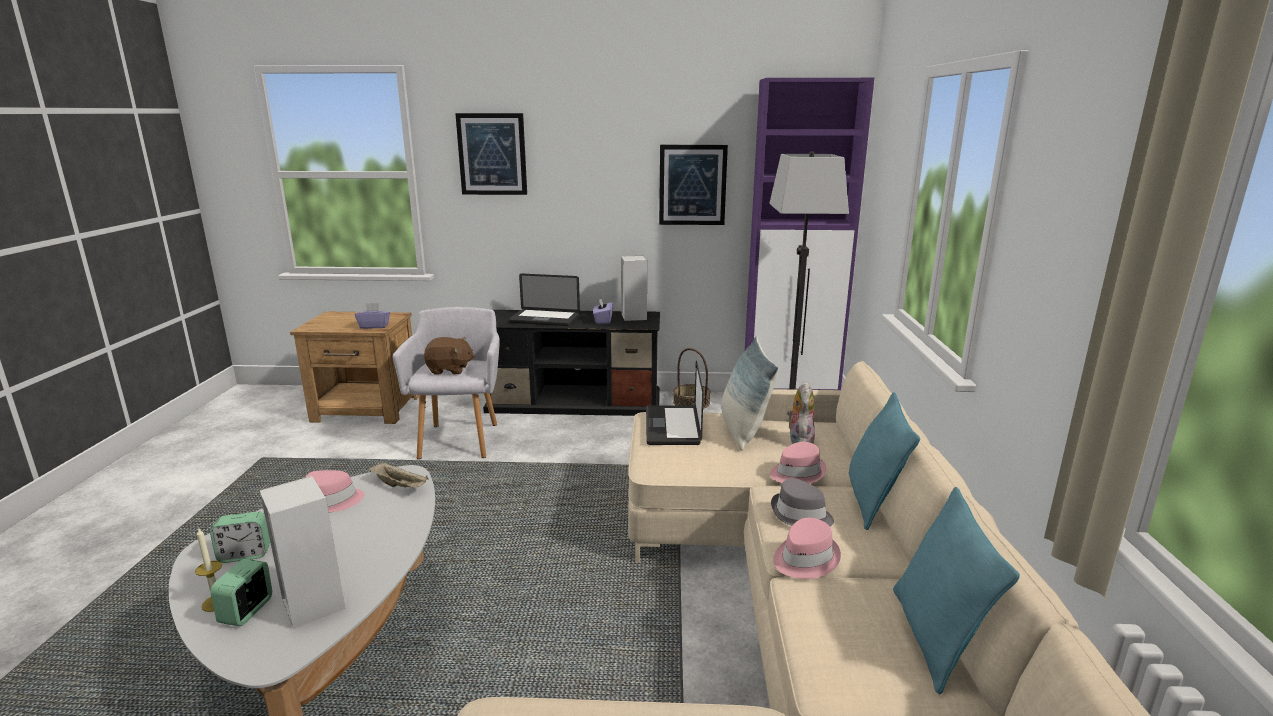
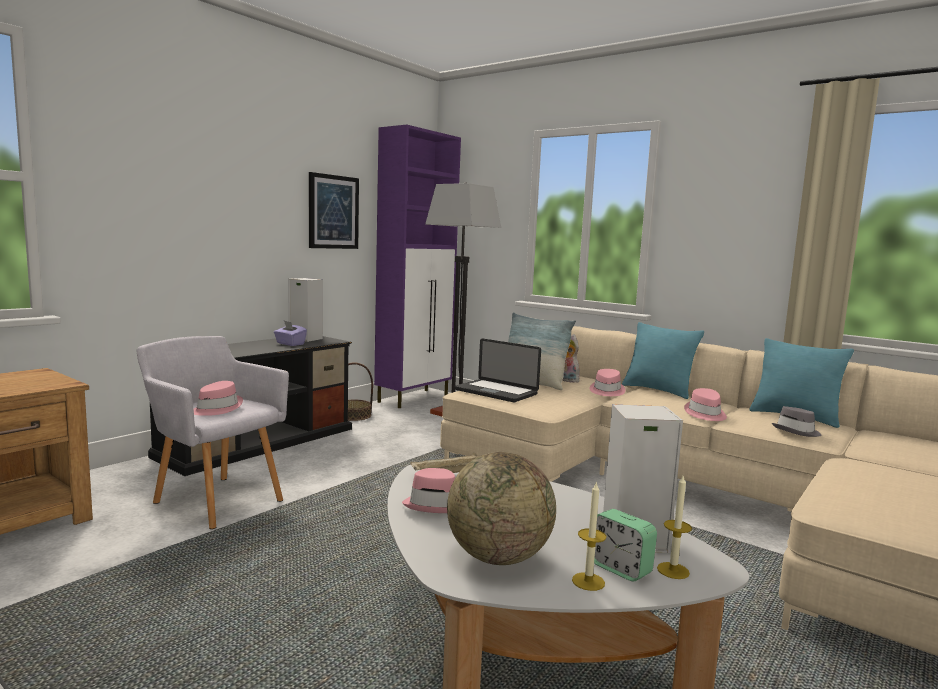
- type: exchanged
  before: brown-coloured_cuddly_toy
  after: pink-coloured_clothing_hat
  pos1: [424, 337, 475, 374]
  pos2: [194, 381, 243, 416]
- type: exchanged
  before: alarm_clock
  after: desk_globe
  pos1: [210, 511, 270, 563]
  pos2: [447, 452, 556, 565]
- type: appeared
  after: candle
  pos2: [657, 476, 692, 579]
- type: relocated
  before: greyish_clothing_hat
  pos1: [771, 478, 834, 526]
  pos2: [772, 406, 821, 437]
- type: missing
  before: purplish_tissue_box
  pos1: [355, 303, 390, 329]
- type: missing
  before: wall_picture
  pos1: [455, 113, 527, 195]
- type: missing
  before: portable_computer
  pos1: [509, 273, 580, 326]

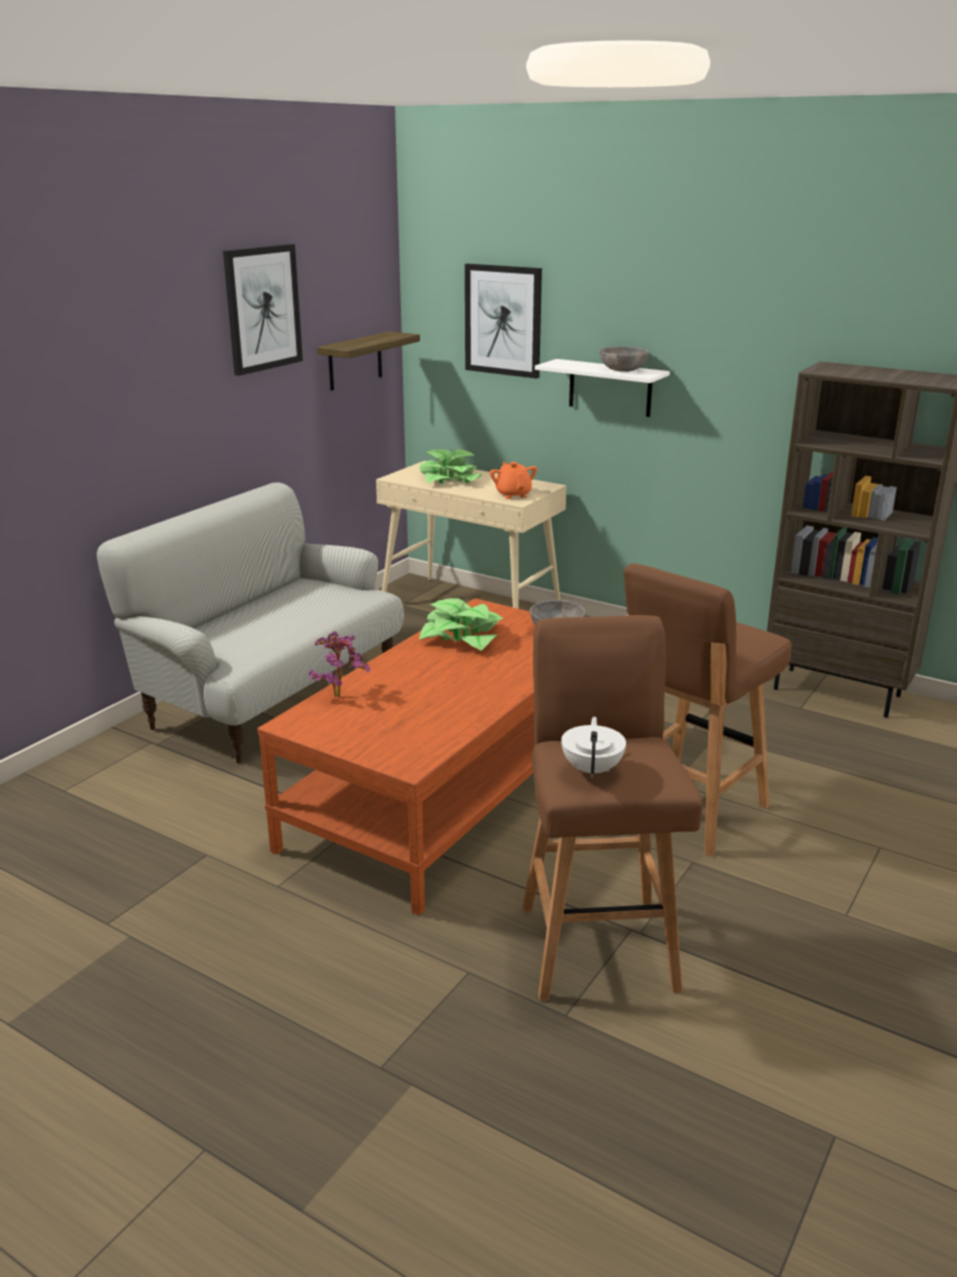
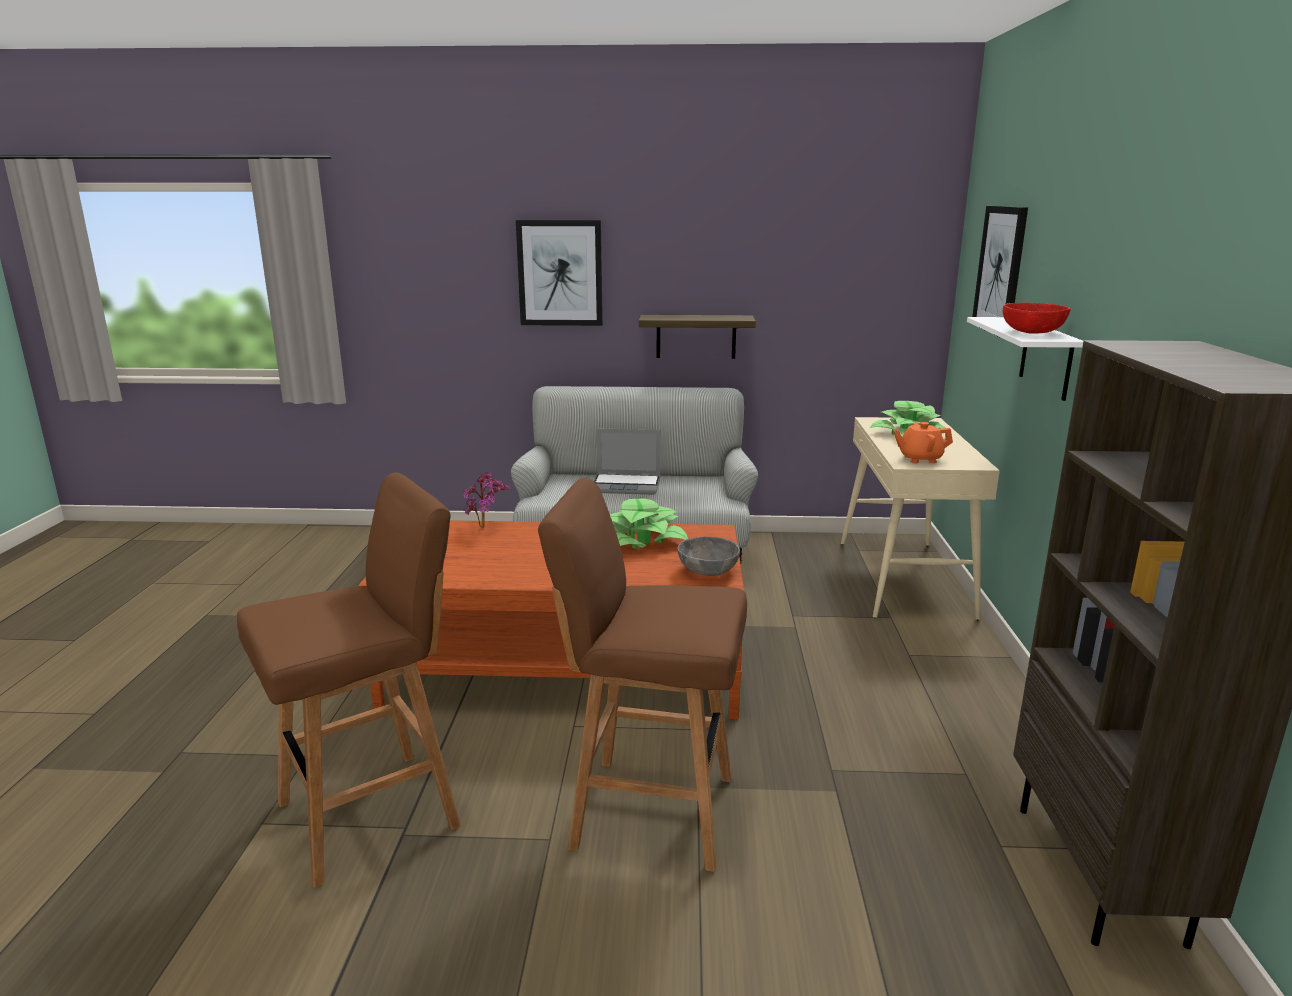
- type: relocated
  before: wall_picture
  pos1: [223, 244, 303, 376]
  pos2: [516, 220, 603, 326]
- type: appeared
  after: portable_computer
  pos2: [594, 428, 661, 495]
- type: relocated
  before: bracket_shelf
  pos1: [317, 331, 420, 391]
  pos2: [639, 315, 756, 359]
- type: spun
  before: orange-coloured_teapot
  pos1: [490, 462, 537, 499]
  pos2: [893, 422, 953, 463]
  turn: -135
- type: colour
  before: greyish_bowl
  after: reddish_bowl
  pos1: [599, 346, 648, 372]
  pos2: [1003, 303, 1071, 334]
- type: missing
  before: white-coloured_teapot
  pos1: [561, 717, 626, 778]

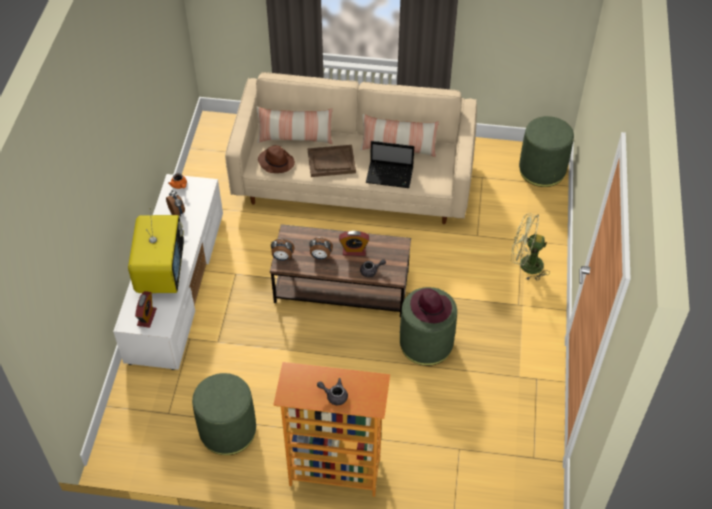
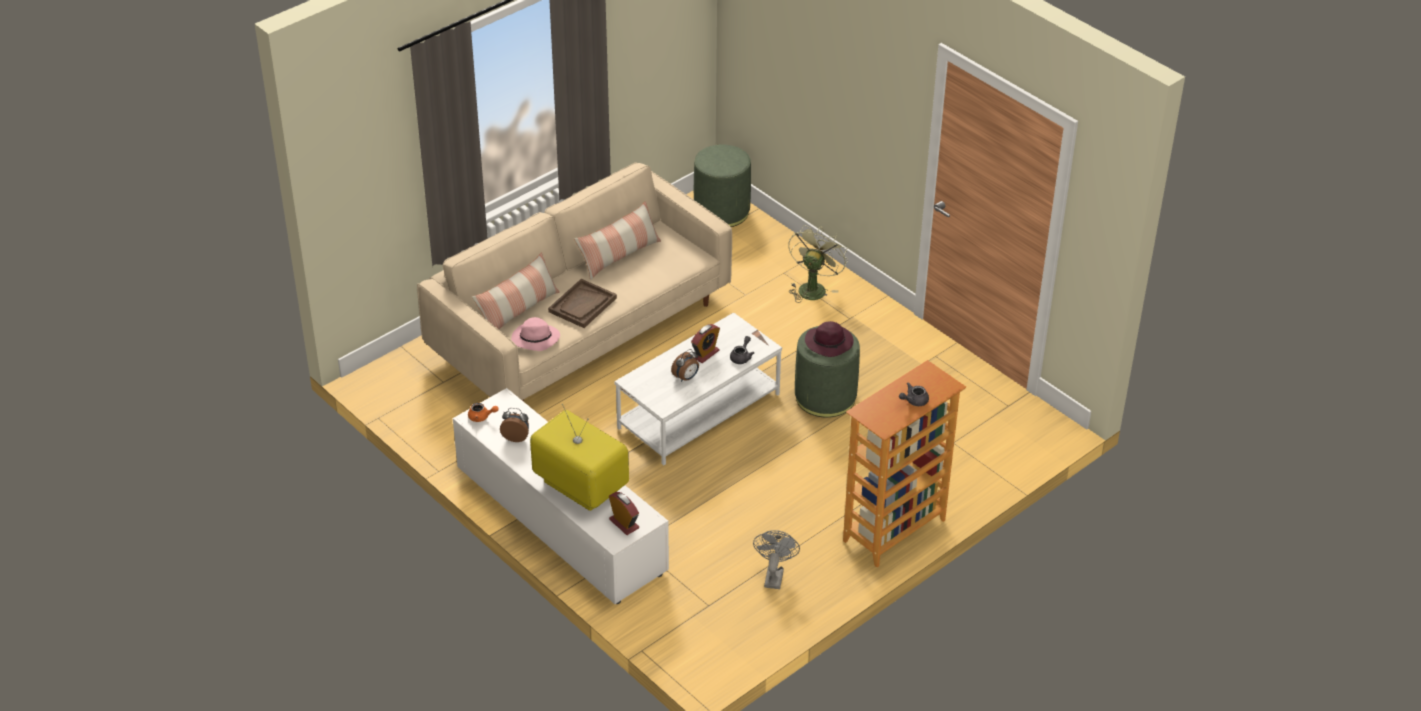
- type: colour
  before: brown-coloured_clothing_hat
  after: pink-coloured_clothing_hat
  pos1: [258, 145, 295, 173]
  pos2: [511, 317, 560, 351]
- type: colour
  before: brown-coloured_low_table
  after: white-coloured_low_table
  pos1: [270, 224, 411, 317]
  pos2: [615, 312, 782, 465]
- type: exchanged
  before: green_ottoman
  after: greyish_cooling_fan
  pos1: [192, 373, 256, 455]
  pos2: [753, 530, 800, 589]
- type: spun
  before: green_cooling_fan
  pos1: [511, 213, 550, 281]
  pos2: [788, 225, 848, 303]
  turn: 150
- type: missing
  before: alarm_clock
  pos1: [271, 239, 295, 261]
- type: missing
  before: portable_computer
  pos1: [366, 141, 414, 188]

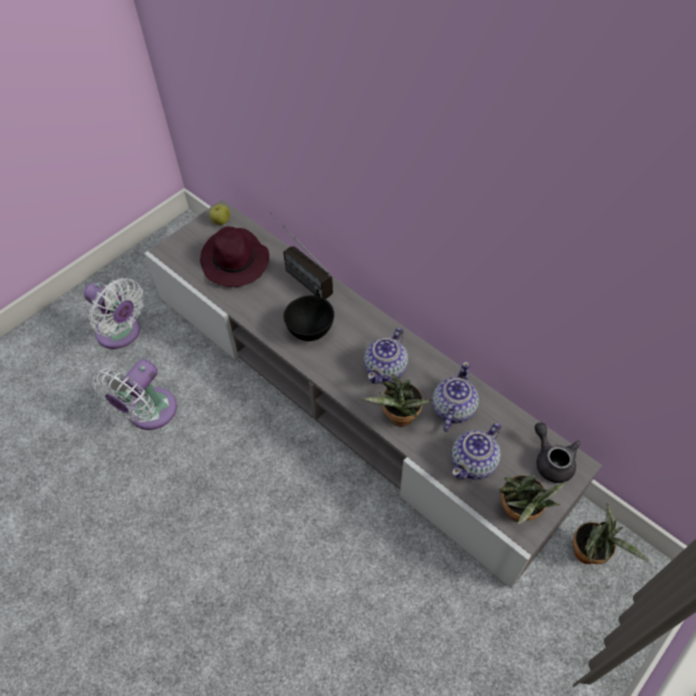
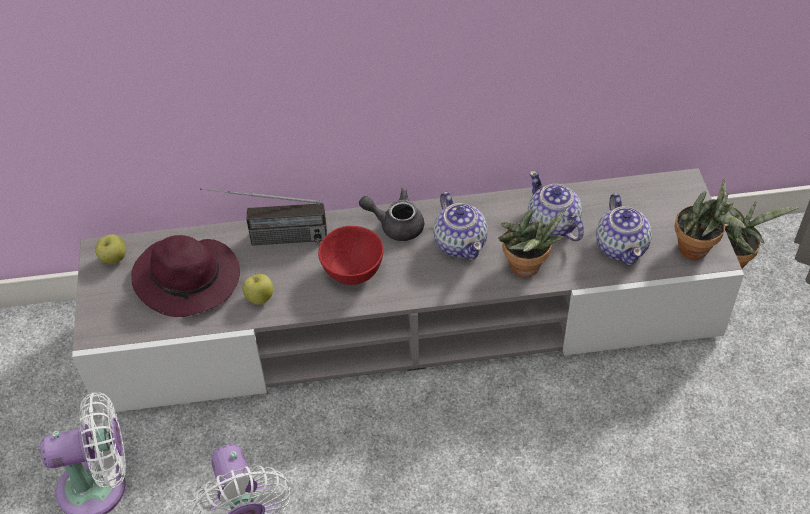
- type: appeared
  after: apple
  pos2: [242, 274, 273, 304]
- type: colour
  before: black_bowl
  after: reddish_bowl
  pos1: [283, 295, 334, 341]
  pos2: [318, 226, 384, 285]
- type: relocated
  before: greyish_teapot
  pos1: [535, 423, 581, 483]
  pos2: [359, 188, 424, 241]

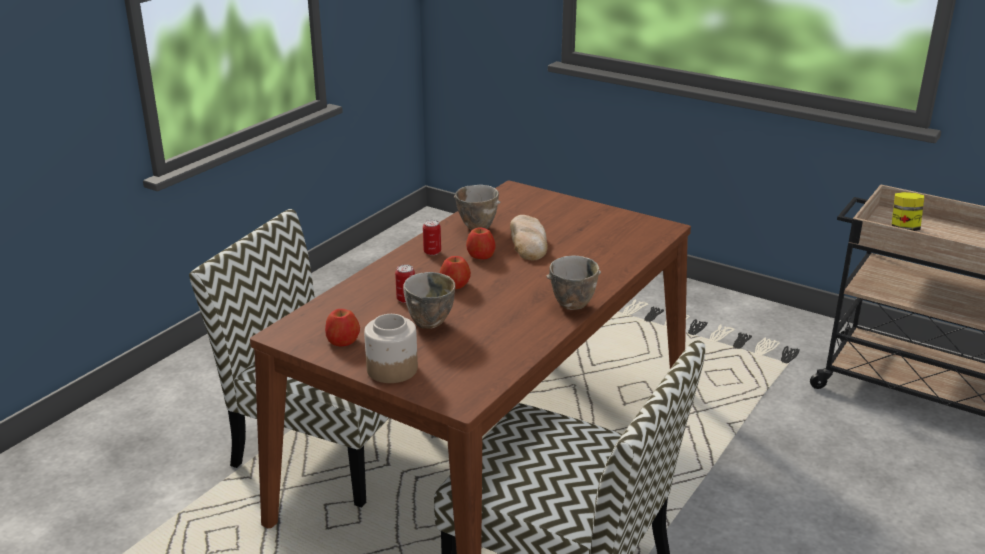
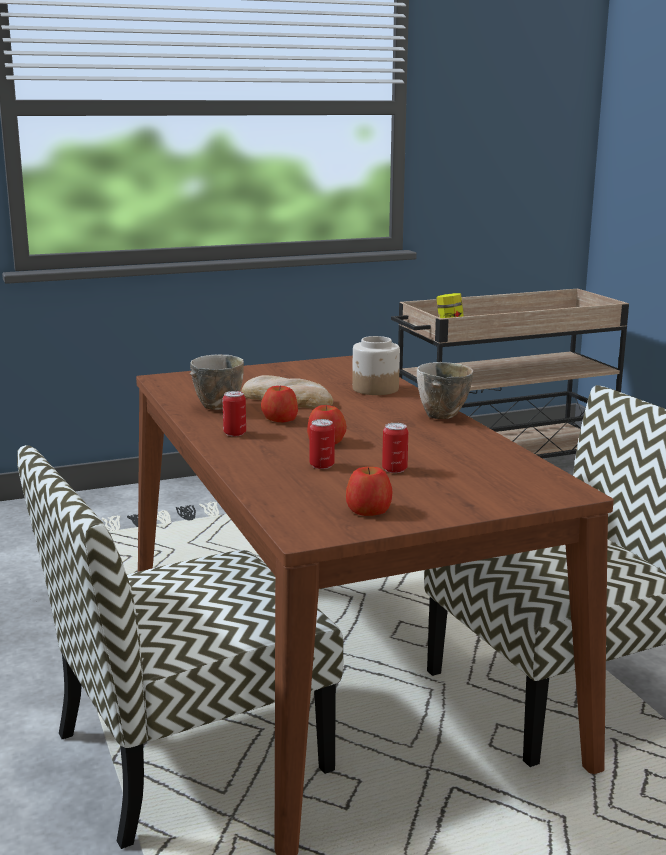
- type: relocated
  before: preserve_jar
  pos1: [364, 314, 418, 383]
  pos2: [352, 336, 400, 395]
- type: exchanged
  before: bowl
  after: can
  pos1: [403, 272, 455, 329]
  pos2: [382, 423, 408, 473]

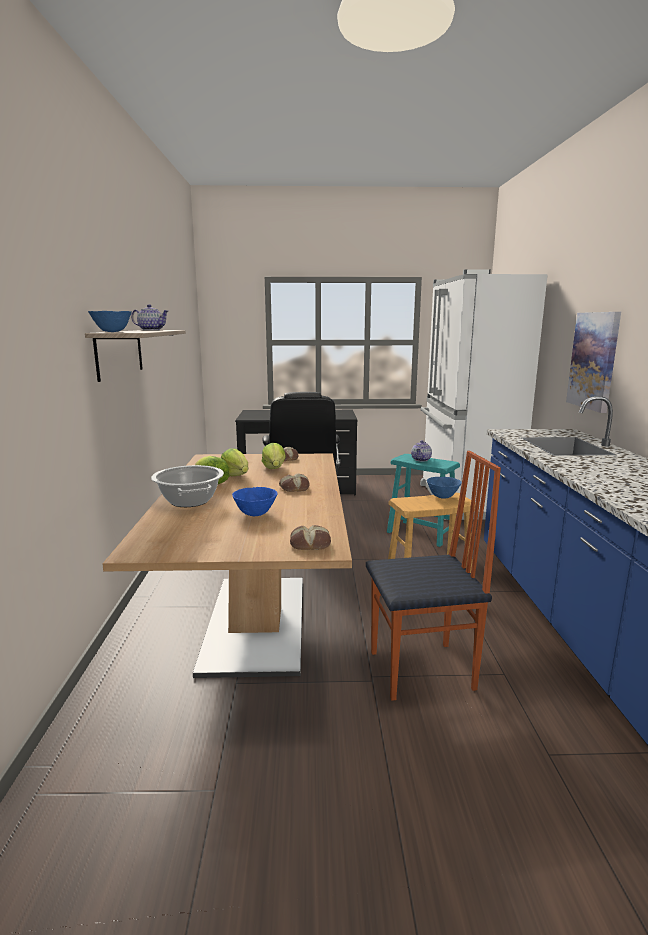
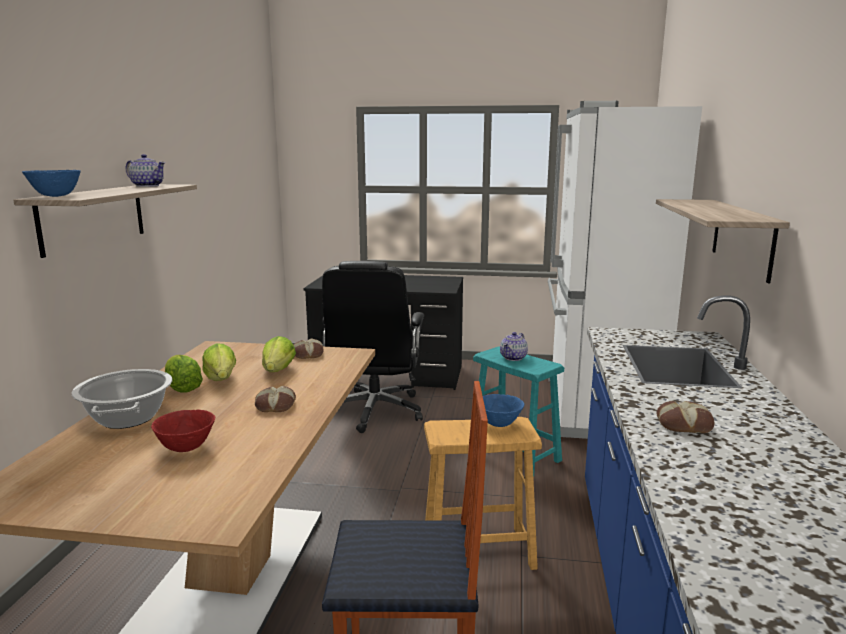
- type: colour
  before: blue_bowl
  after: reddish_bowl
  pos1: [232, 487, 277, 516]
  pos2: [151, 409, 215, 452]
- type: exchanged
  before: wall_picture
  after: bracket_shelf
  pos1: [566, 312, 621, 413]
  pos2: [656, 199, 790, 283]
- type: relocated
  before: bakery_bread
  pos1: [290, 525, 331, 550]
  pos2: [657, 401, 714, 433]

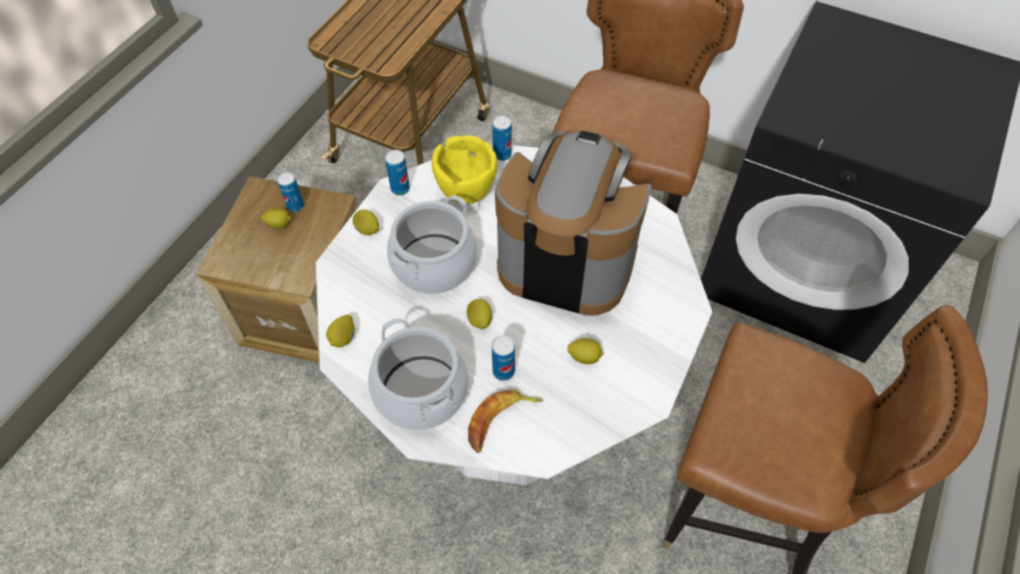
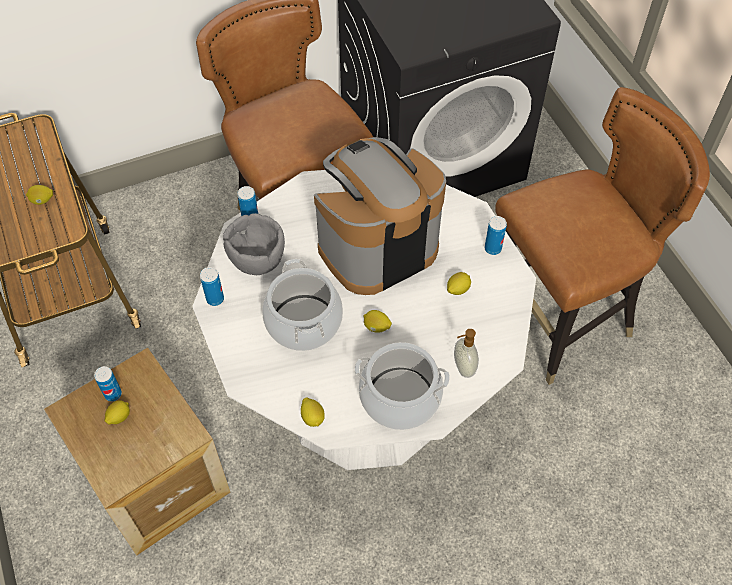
- type: relocated
  before: whole_lemon
  pos1: [353, 209, 379, 235]
  pos2: [26, 185, 53, 205]
- type: colour
  before: yellow_bowl
  after: greyish_bowl
  pos1: [432, 135, 497, 204]
  pos2: [223, 213, 285, 275]
- type: exchanged
  before: banana
  after: soap_bottle
  pos1: [468, 389, 543, 453]
  pos2: [454, 329, 479, 378]
- type: relocated
  before: can
  pos1: [492, 335, 515, 381]
  pos2: [484, 216, 507, 255]

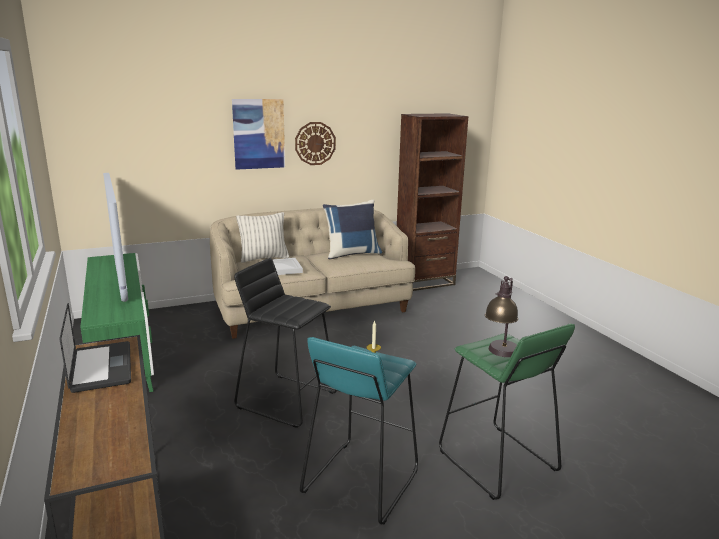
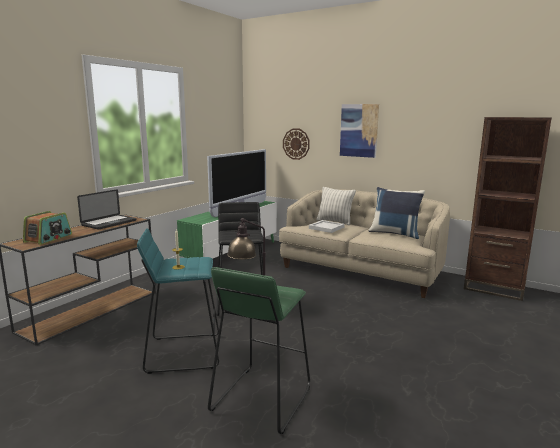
- type: appeared
  after: radio
  pos2: [23, 211, 72, 245]
- type: relocated
  before: wall_clock
  pos1: [295, 122, 336, 165]
  pos2: [283, 128, 310, 160]

